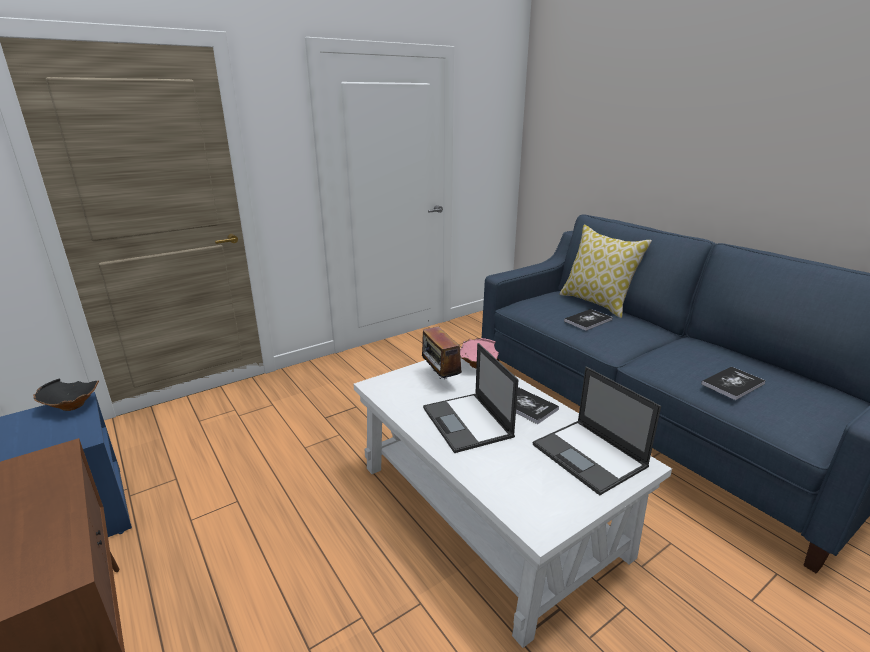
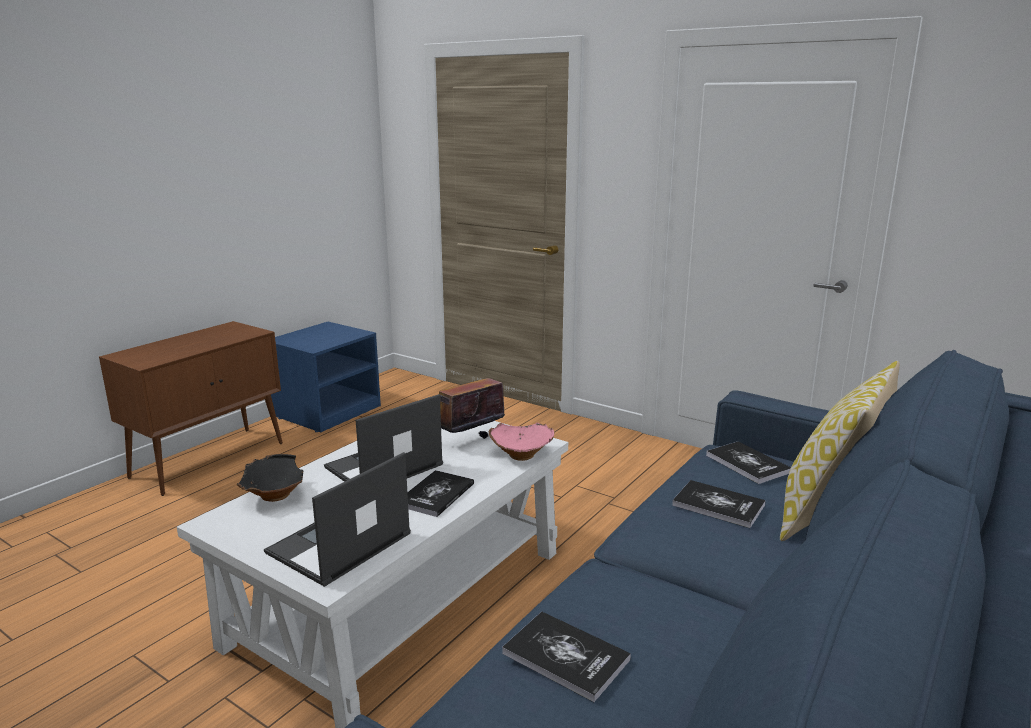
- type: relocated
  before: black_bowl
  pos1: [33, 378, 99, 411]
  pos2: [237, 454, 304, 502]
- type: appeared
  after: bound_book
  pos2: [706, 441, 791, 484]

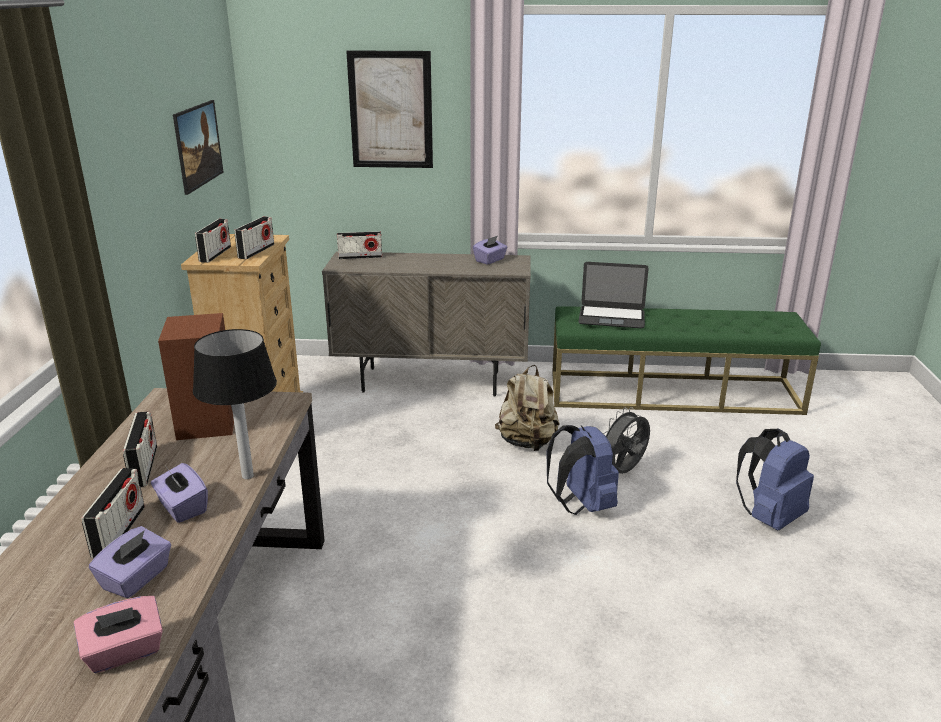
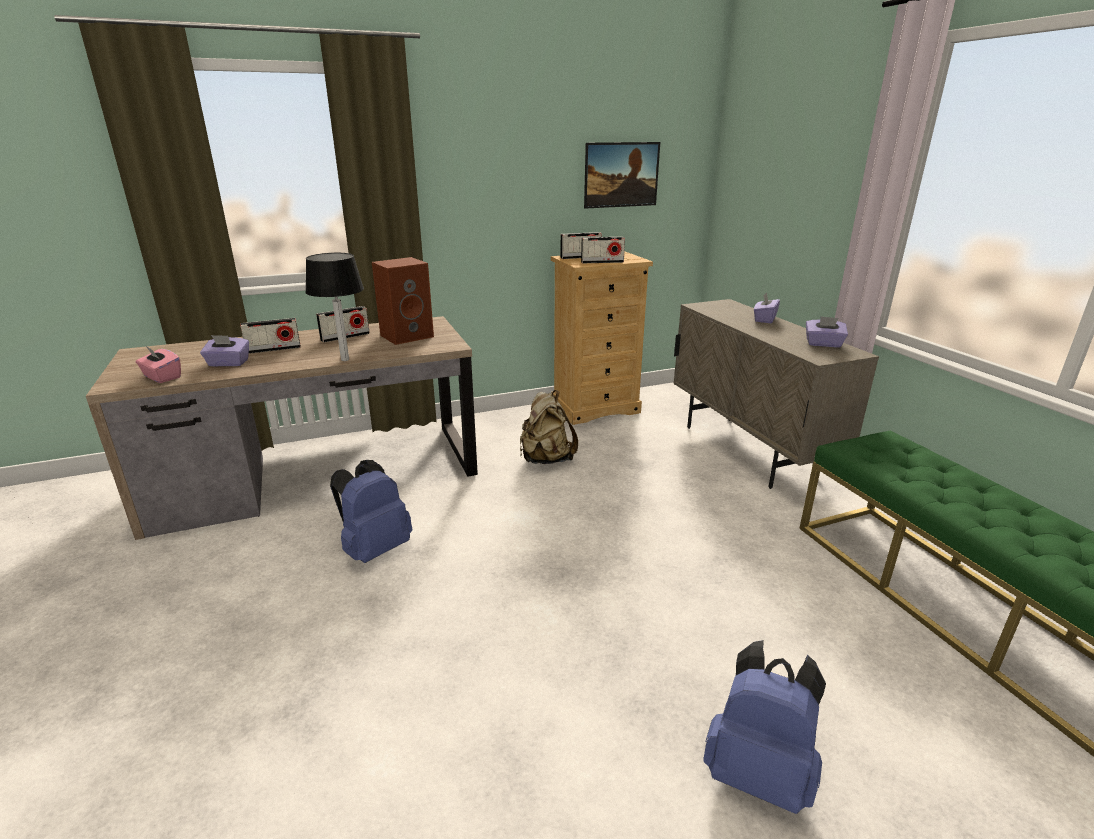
- type: relocated
  before: blue_knapsack
  pos1: [547, 425, 619, 515]
  pos2: [330, 460, 412, 563]
- type: relocated
  before: sand-coloured_knapsack
  pos1: [495, 365, 560, 451]
  pos2: [520, 390, 578, 464]
- type: relocated
  before: purplish_tissue_box
  pos1: [151, 463, 208, 523]
  pos2: [754, 292, 780, 323]
- type: missing
  before: radio
  pos1: [337, 231, 382, 259]
- type: missing
  before: wall_picture
  pos1: [346, 50, 433, 168]
- type: missing
  before: portable_computer
  pos1: [578, 262, 649, 328]
- type: missing
  before: greyish_cooling_fan
  pos1: [603, 407, 650, 474]

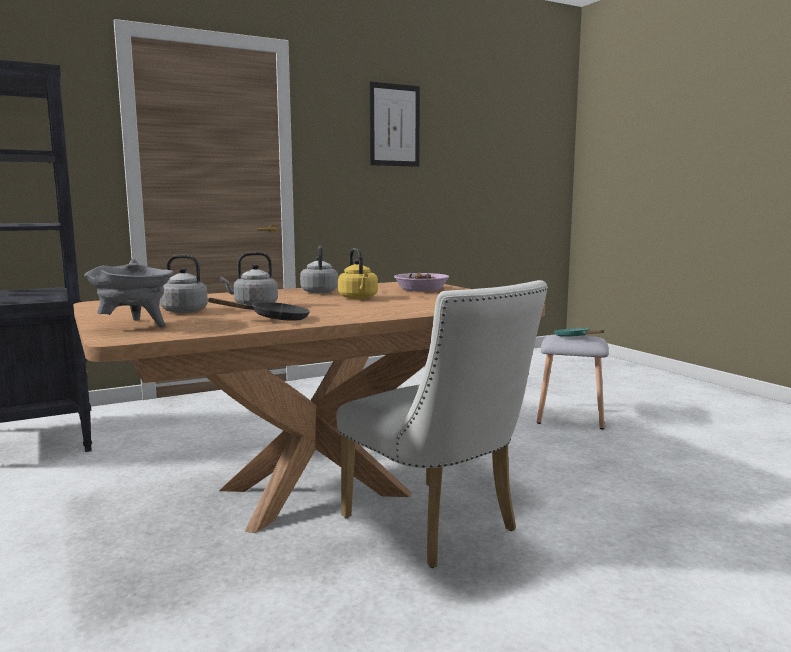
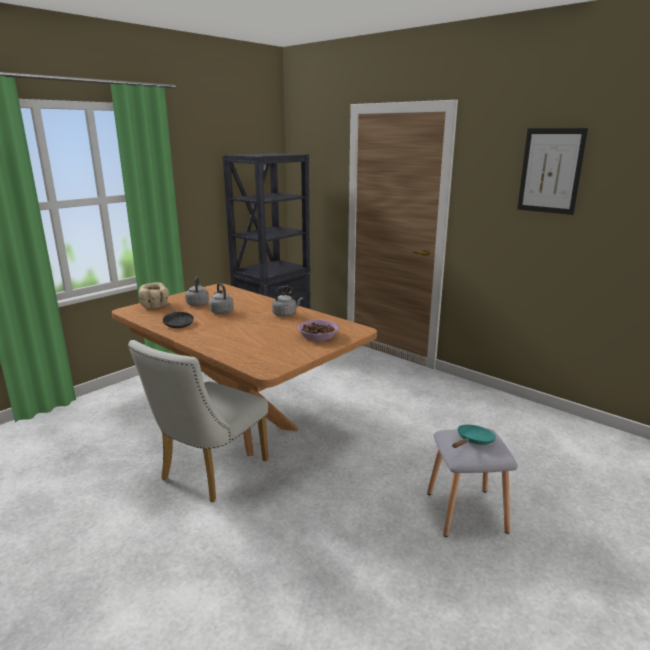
- type: exchanged
  before: greyish_cooking_pot
  after: sand-coloured_bowl
  pos1: [84, 259, 173, 327]
  pos2: [139, 282, 169, 308]
- type: missing
  before: yellow_kettle
  pos1: [338, 248, 378, 299]

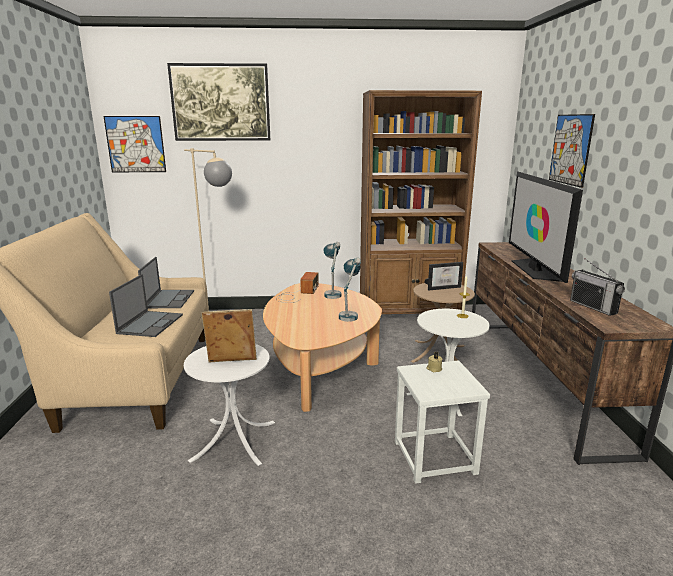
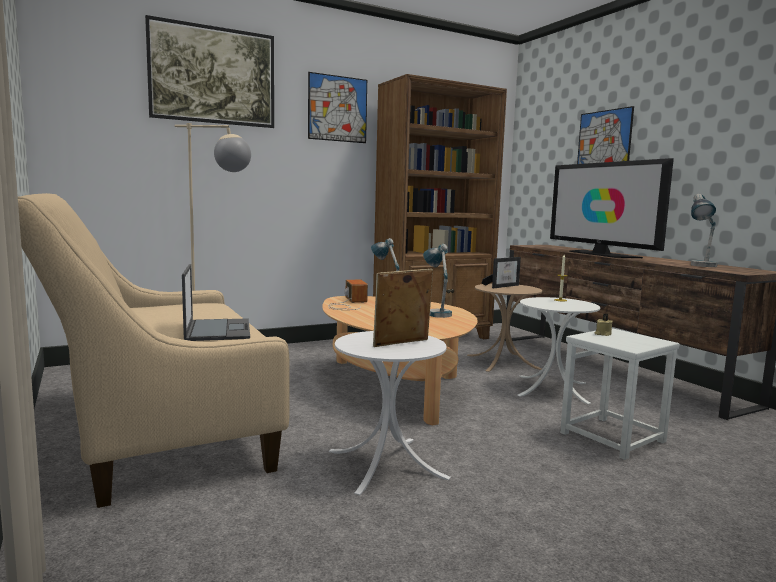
- type: relocated
  before: wall_picture
  pos1: [104, 116, 166, 172]
  pos2: [308, 72, 367, 143]
- type: exchanged
  before: radio
  after: tabletop_lamp
  pos1: [570, 258, 625, 316]
  pos2: [691, 194, 718, 267]
- type: missing
  before: portable_computer
  pos1: [138, 257, 194, 308]

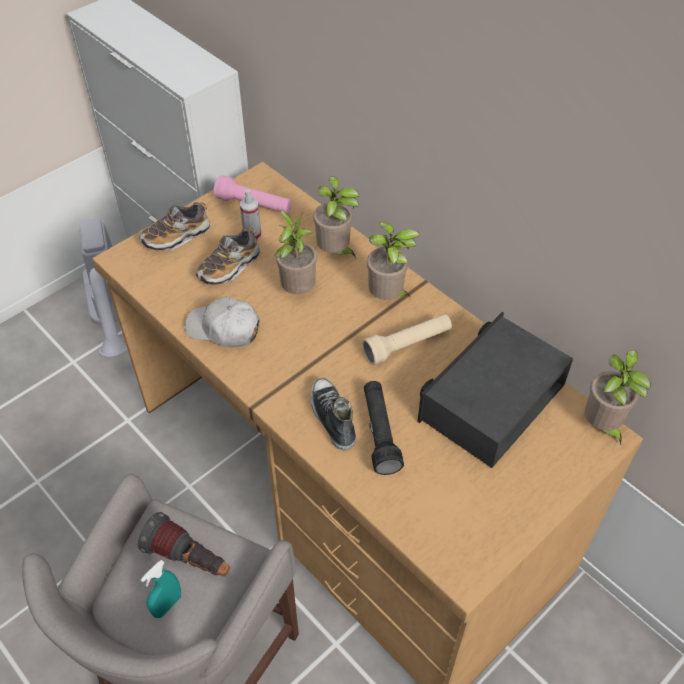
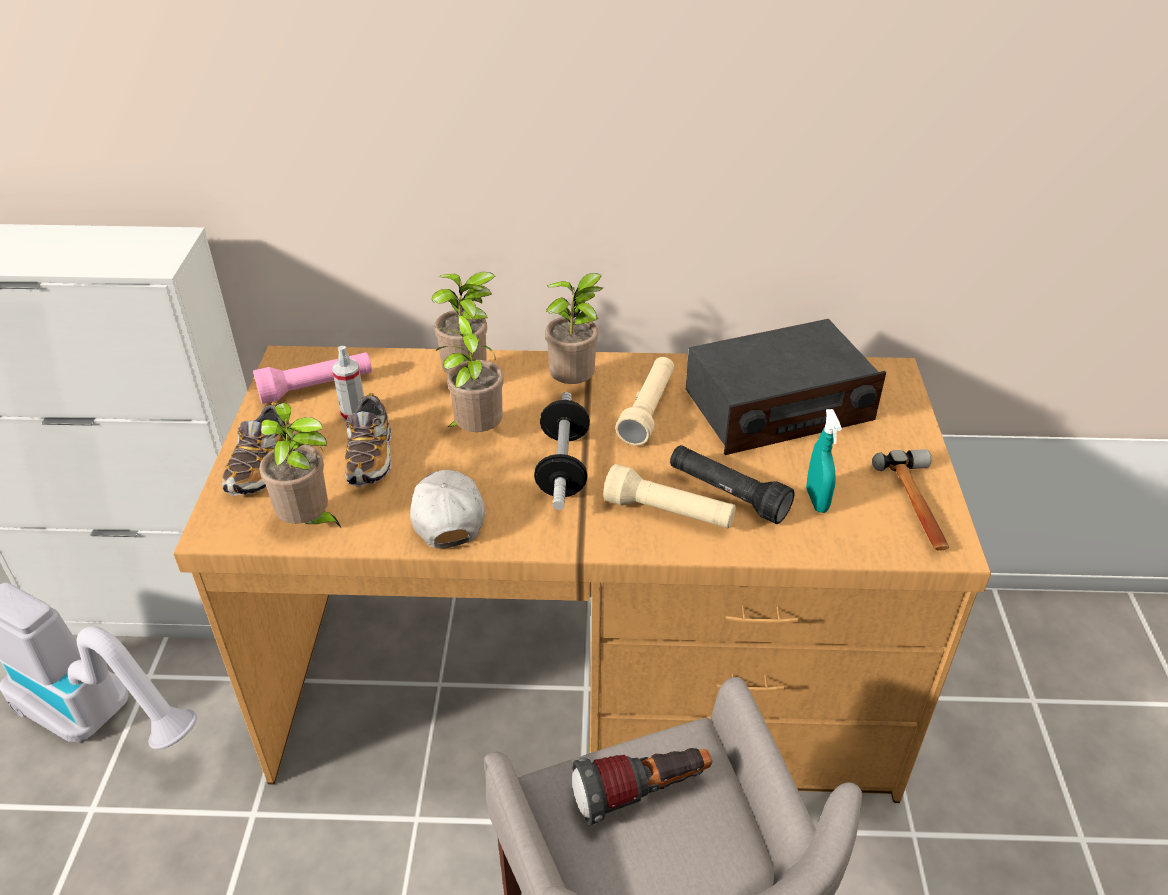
- type: relocated
  before: potted_plant
  pos1: [585, 350, 651, 445]
  pos2: [259, 403, 341, 527]
- type: spun
  before: white-coloured_cap
  pos1: [185, 296, 260, 348]
  pos2: [410, 470, 486, 548]
  turn: 105
- type: appeared
  after: hand_weight
  pos2: [534, 392, 590, 510]
- type: exchanged
  before: shoe
  after: sand-coloured_flashlight
  pos1: [310, 378, 356, 451]
  pos2: [603, 464, 736, 528]
- type: spun
  before: radio
  pos1: [417, 312, 573, 468]
  pos2: [686, 319, 886, 455]
  turn: -105
- type: relocated
  before: turquoise-coloured_spray_bottle
  pos1: [140, 560, 181, 618]
  pos2: [806, 409, 842, 513]
- type: appeared
  after: tool_hammer
  pos2: [872, 449, 949, 550]

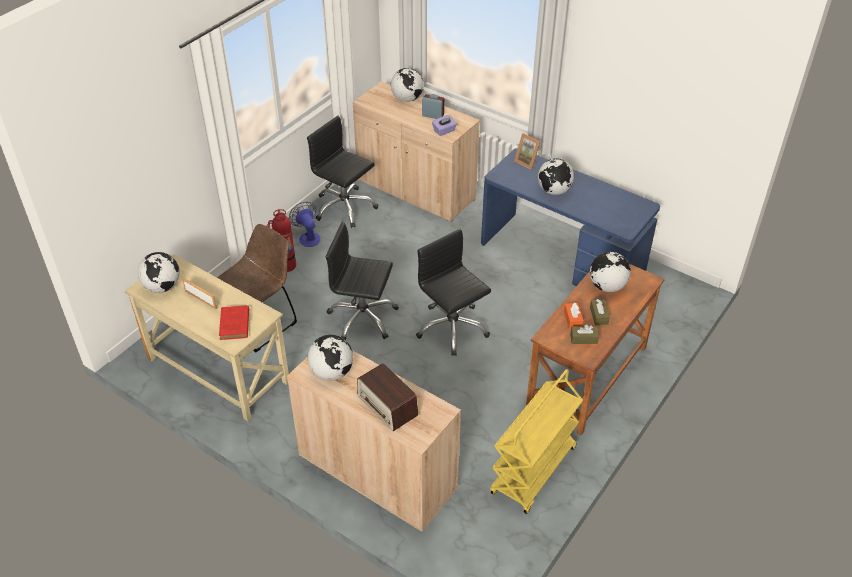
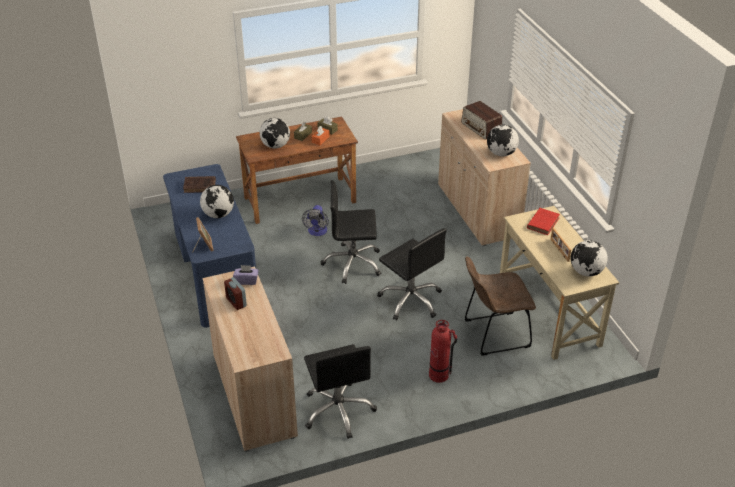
- type: appeared
  after: brown-coloured_bound_book
  pos2: [183, 176, 216, 193]
- type: relocated
  before: cooling_fan
  pos1: [289, 202, 320, 247]
  pos2: [302, 205, 329, 236]
- type: spun
  before: black_desk_chair
  pos1: [416, 229, 491, 356]
  pos2: [321, 180, 381, 284]
  turn: 90
- type: spun
  before: radio
  pos1: [357, 363, 418, 431]
  pos2: [461, 101, 502, 140]
  turn: 150
- type: missing
  before: desk_globe
  pos1: [391, 68, 424, 102]
- type: missing
  before: yellow_wheeled_cart
  pos1: [490, 369, 583, 514]

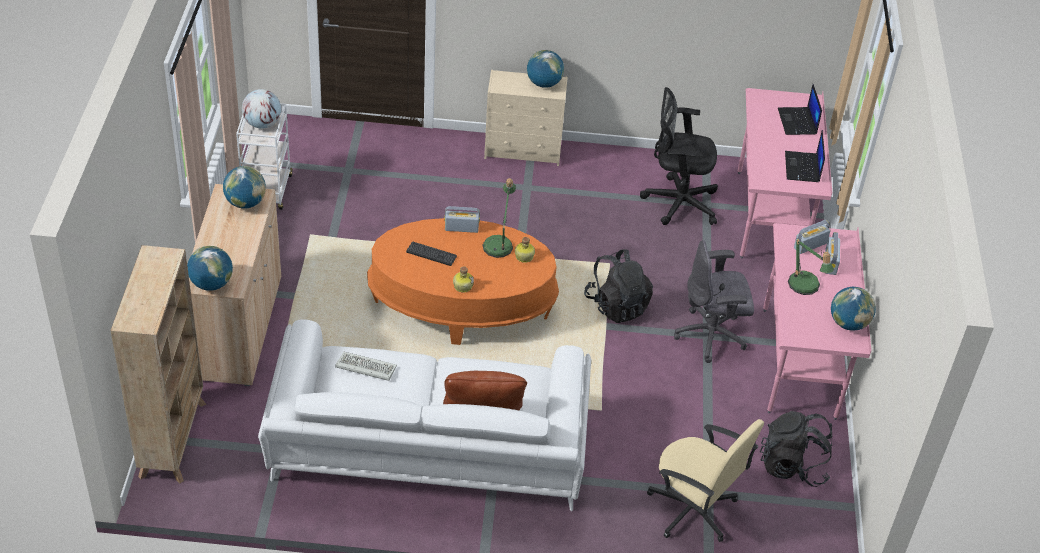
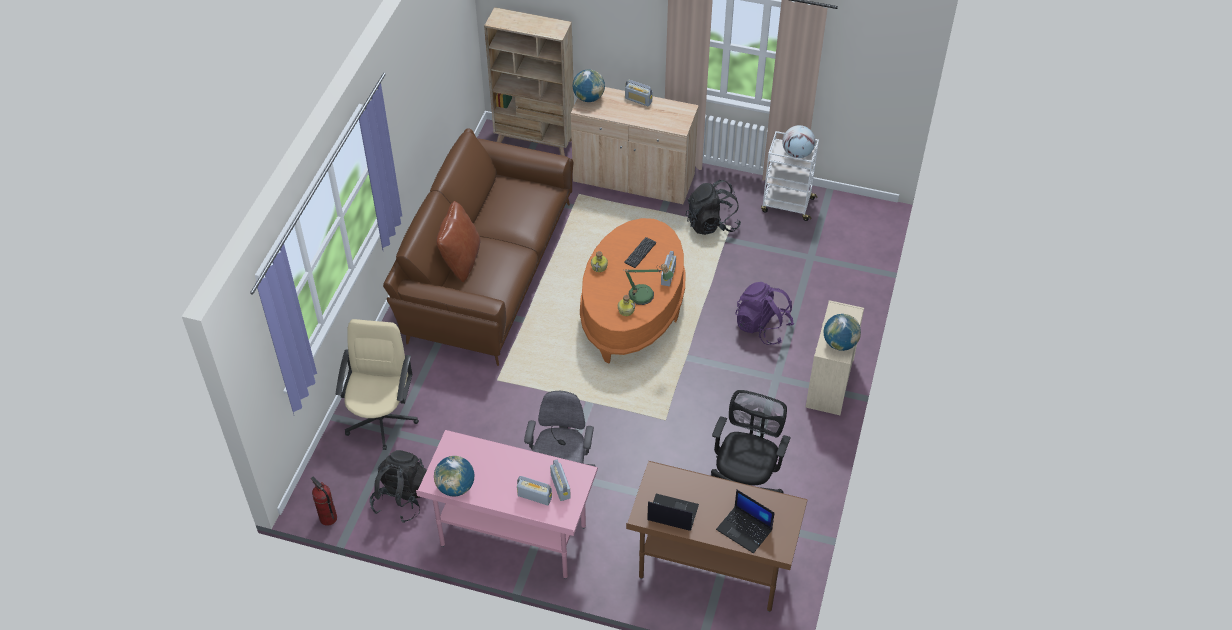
- type: appeared
  after: fire_extinguisher
  pos2: [311, 477, 337, 526]
- type: spun
  before: sand-coloured_desk_chair
  pos1: [647, 419, 764, 542]
  pos2: [336, 319, 419, 450]
  turn: 135
- type: colour
  before: white-coloured_sofa
  after: brown-coloured_sofa
  pos1: [258, 319, 591, 511]
  pos2: [383, 128, 573, 366]
- type: appeared
  after: radio
  pos2: [625, 80, 653, 106]
- type: colour
  before: pink-coloured_desk_table
  after: brown-coloured_desk_table
  pos1: [738, 88, 832, 259]
  pos2: [626, 461, 808, 612]
- type: relocated
  before: black_knapsack
  pos1: [584, 249, 653, 323]
  pos2: [686, 180, 741, 235]
- type: spun
  before: portable_computer
  pos1: [778, 84, 822, 135]
  pos2: [716, 489, 775, 553]
  turn: -150
- type: appeared
  after: purplish_knapsack
  pos2: [735, 282, 794, 345]
- type: missing
  before: desk_globe
  pos1: [223, 166, 266, 209]
- type: missing
  before: computer_keyboard
  pos1: [335, 352, 397, 381]
- type: missing
  before: tabletop_lamp
  pos1: [788, 238, 834, 295]

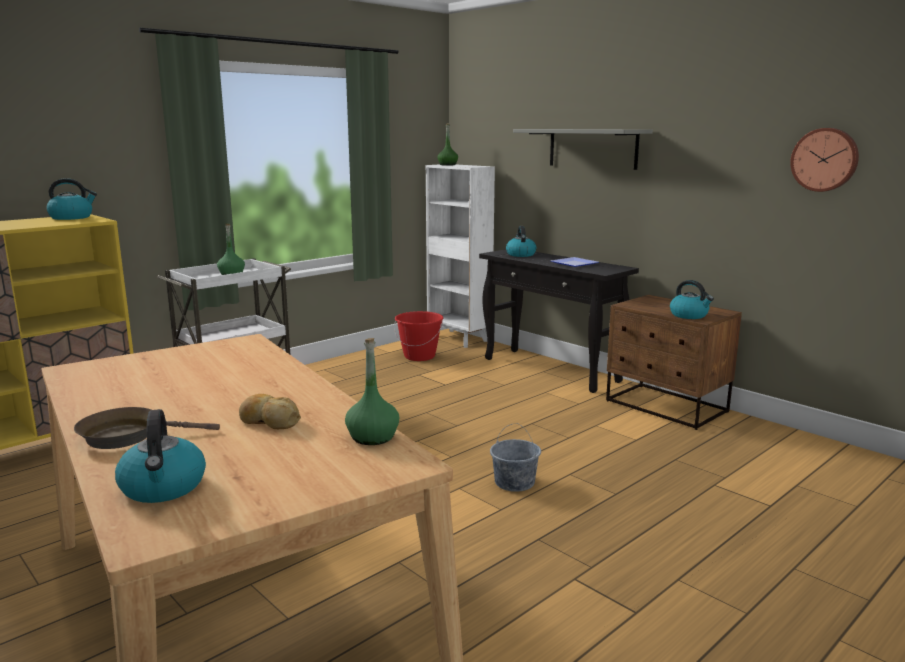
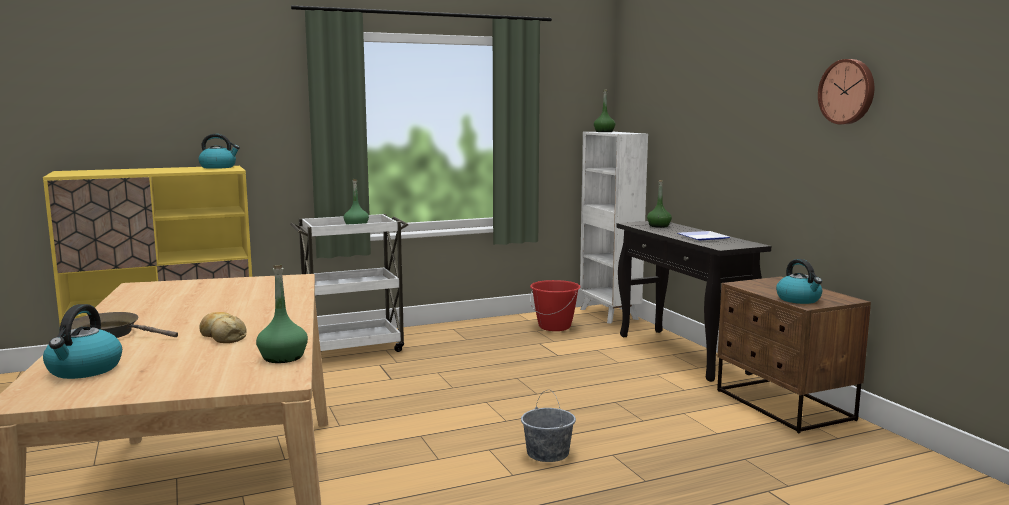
- type: exchanged
  before: kettle
  after: green_bottle
  pos1: [506, 226, 536, 257]
  pos2: [647, 180, 672, 228]
- type: relocated
  before: wall_clock
  pos1: [790, 128, 859, 192]
  pos2: [818, 59, 874, 124]
- type: missing
  before: greyish_bracket_shelf
  pos1: [513, 129, 653, 170]

